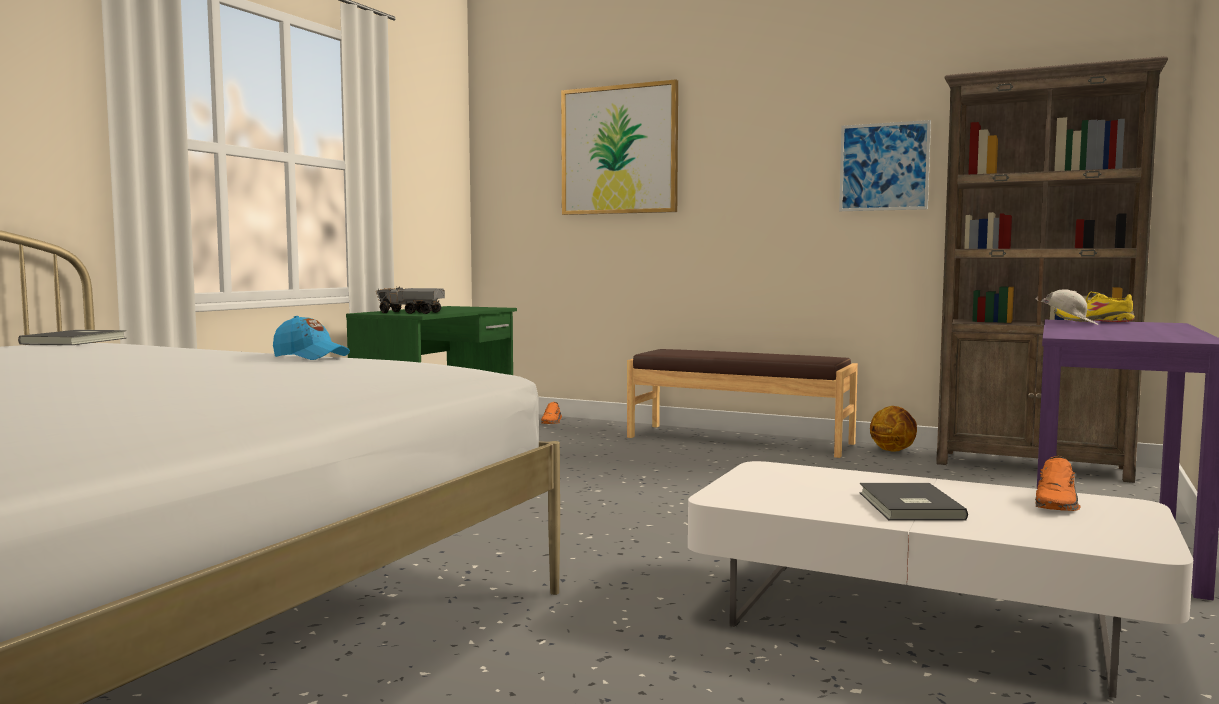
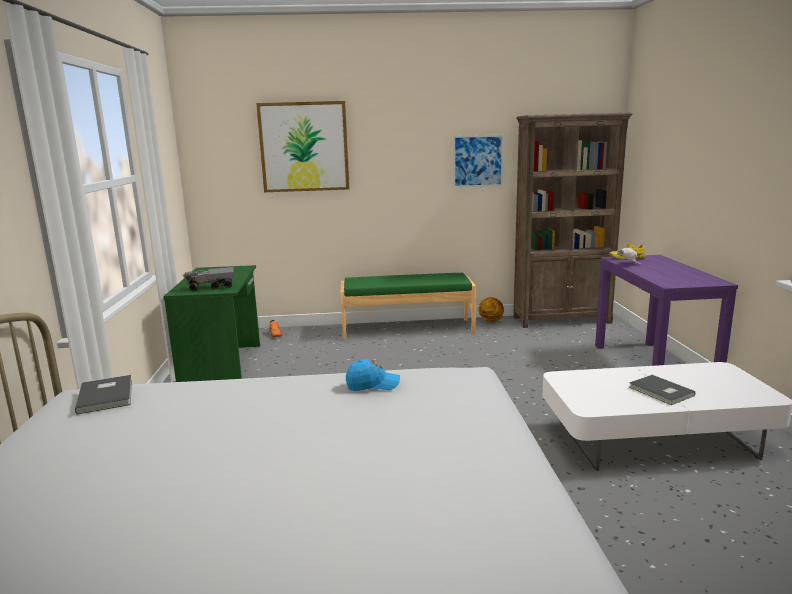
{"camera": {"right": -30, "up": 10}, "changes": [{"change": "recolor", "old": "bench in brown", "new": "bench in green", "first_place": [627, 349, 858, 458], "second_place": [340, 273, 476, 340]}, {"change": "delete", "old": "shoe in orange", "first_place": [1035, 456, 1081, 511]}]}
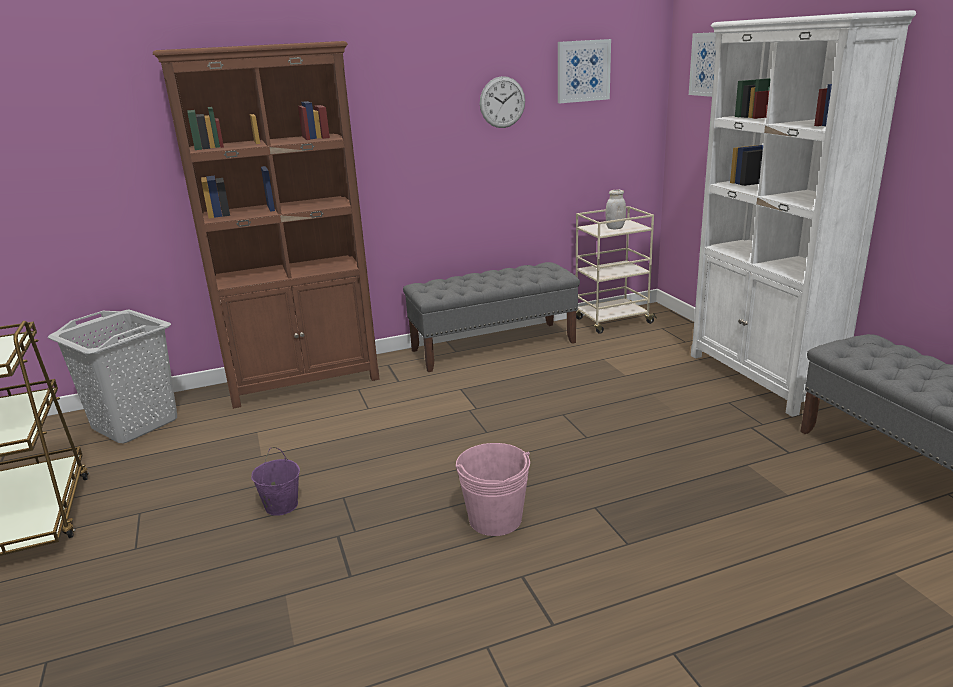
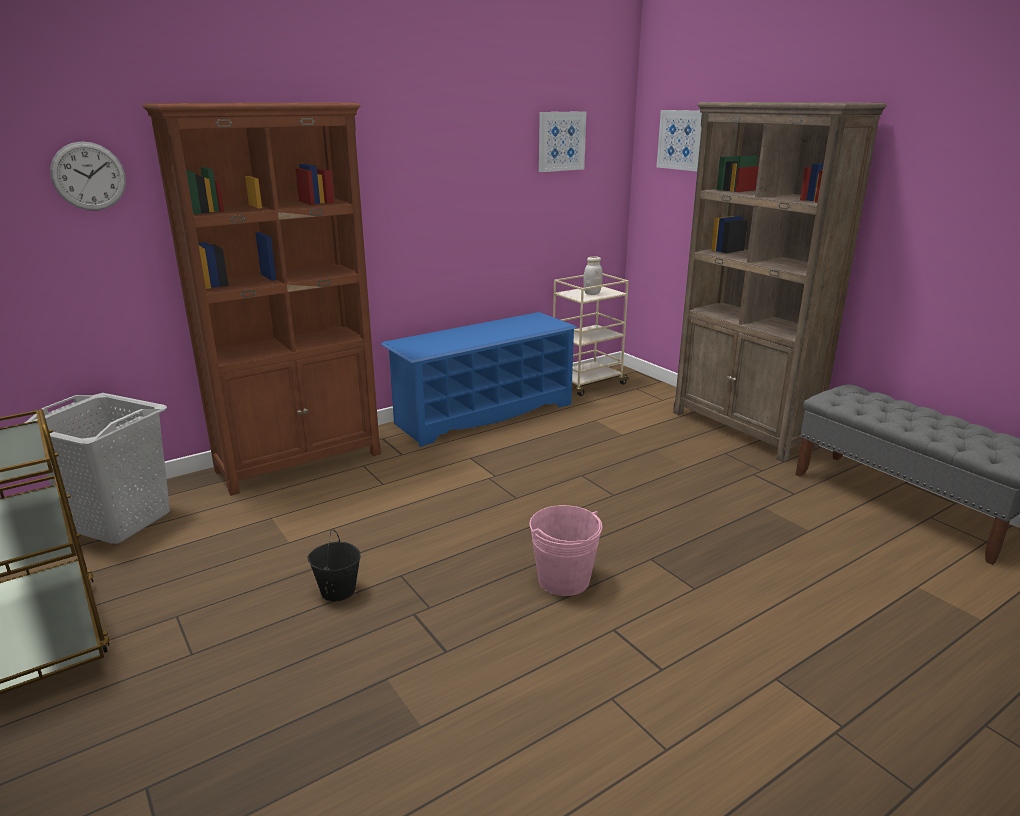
{"camera": {"right": -15, "up": 0}, "changes": [{"change": "move", "old": "wall clock", "first_place": [480, 76, 525, 128], "second_place": [50, 141, 126, 211]}, {"change": "recolor", "old": "bucket in purple", "new": "bucket in black", "first_place": [251, 447, 300, 516], "second_place": [307, 529, 361, 601]}, {"change": "replace", "old": "bench in grey", "new": "shoe rack in blue", "first_place": [403, 262, 580, 372], "second_place": [381, 312, 577, 447]}, {"change": "recolor", "old": "bookcase in white", "new": "bookcase in brown", "first_place": [691, 10, 916, 417], "second_place": [673, 102, 887, 462]}]}
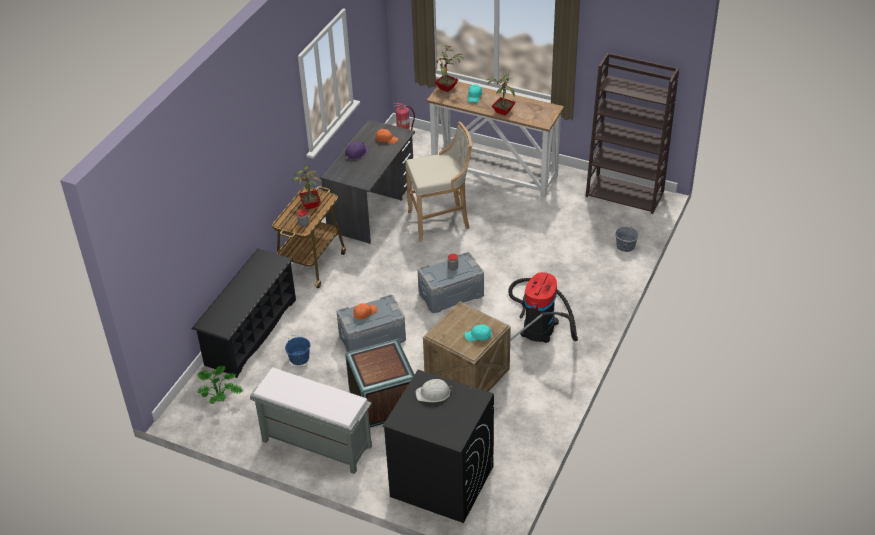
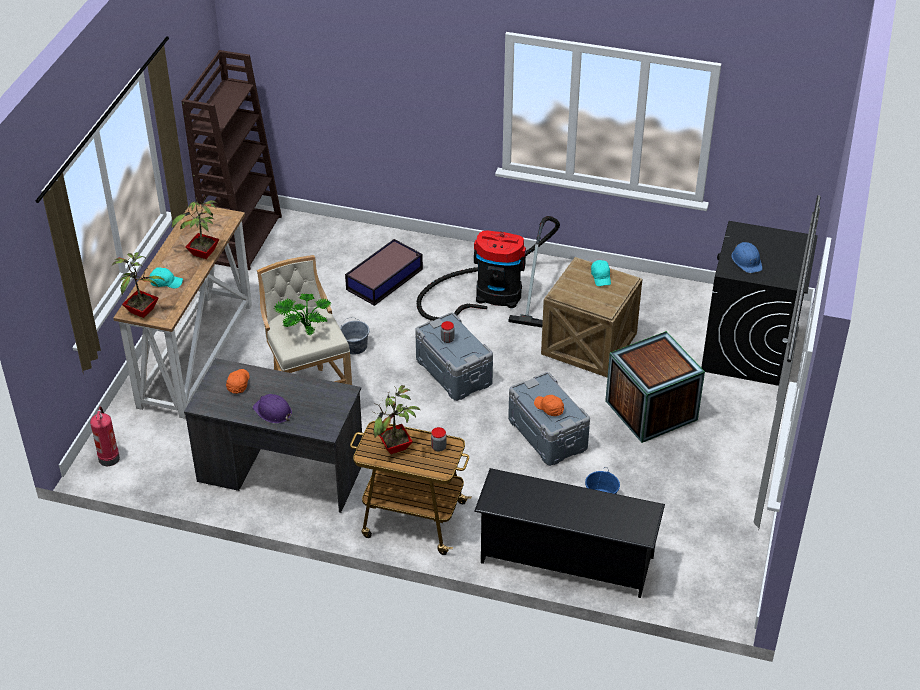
{"camera": {"right": -100, "up": 0}, "changes": [{"change": "move", "old": "potted plant", "first_place": [197, 365, 243, 404], "second_place": [275, 294, 331, 335]}, {"change": "move", "old": "bucket in grey", "first_place": [615, 223, 639, 252], "second_place": [340, 317, 370, 355]}, {"change": "insert", "new": "storage box", "second_place": [345, 239, 423, 306]}, {"change": "recolor", "old": "hard hat in white", "new": "hard hat in blue", "first_place": [416, 379, 452, 402], "second_place": [731, 242, 762, 273]}, {"change": "delete", "old": "bench in grey", "first_place": [250, 367, 372, 474]}]}
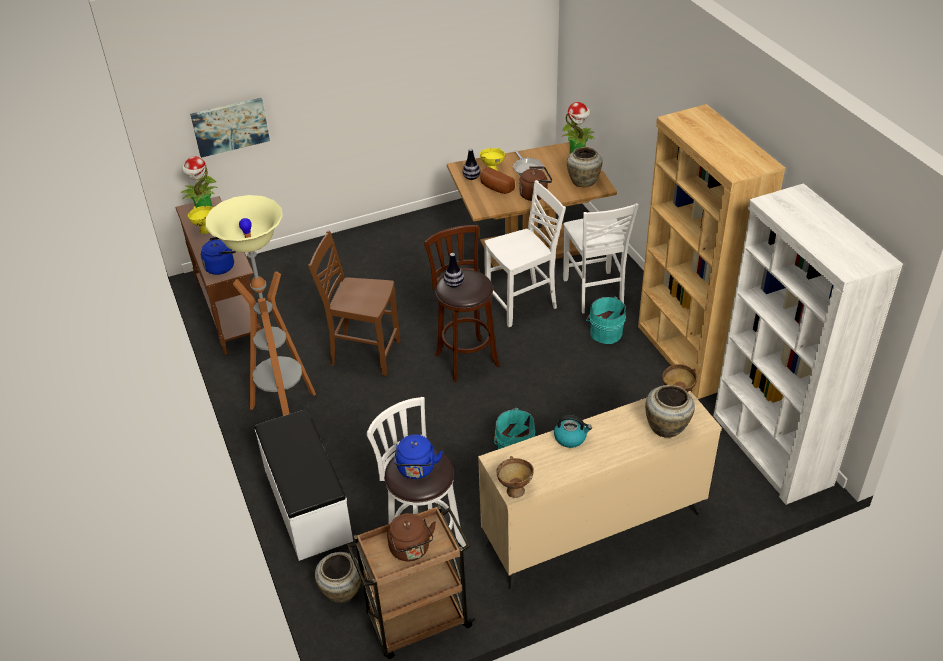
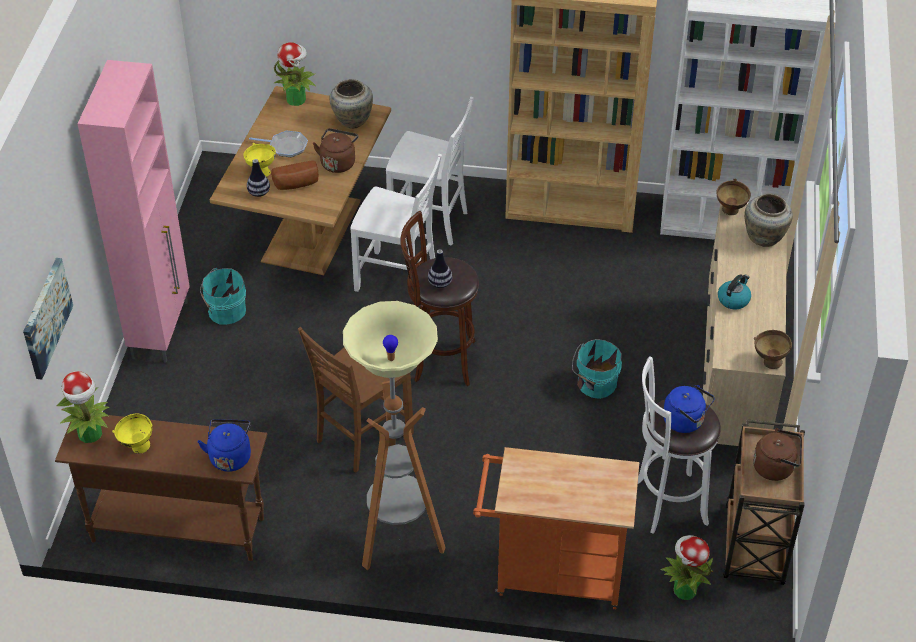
{"camera": {"right": -60, "up": 5}, "changes": [{"change": "insert", "new": "cabinet in pink", "second_place": [77, 60, 190, 363]}, {"change": "move", "old": "bucket in turquoise", "first_place": [586, 297, 626, 344], "second_place": [200, 268, 246, 325]}, {"change": "rotate", "old": "chair in white", "first_place": [484, 180, 566, 327], "second_place": [350, 154, 442, 292], "degrees": 105}, {"change": "replace", "old": "bench in white", "new": "cart in orange", "first_place": [255, 409, 353, 561], "second_place": [473, 447, 639, 609]}, {"change": "replace", "old": "vase in beige", "new": "potted plant", "first_place": [315, 552, 361, 603], "second_place": [660, 535, 713, 600]}]}
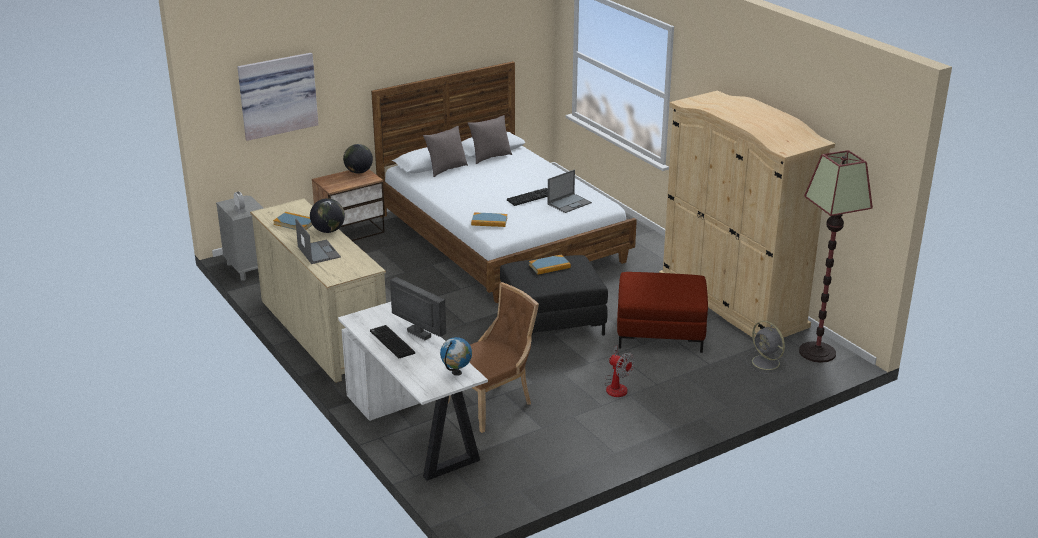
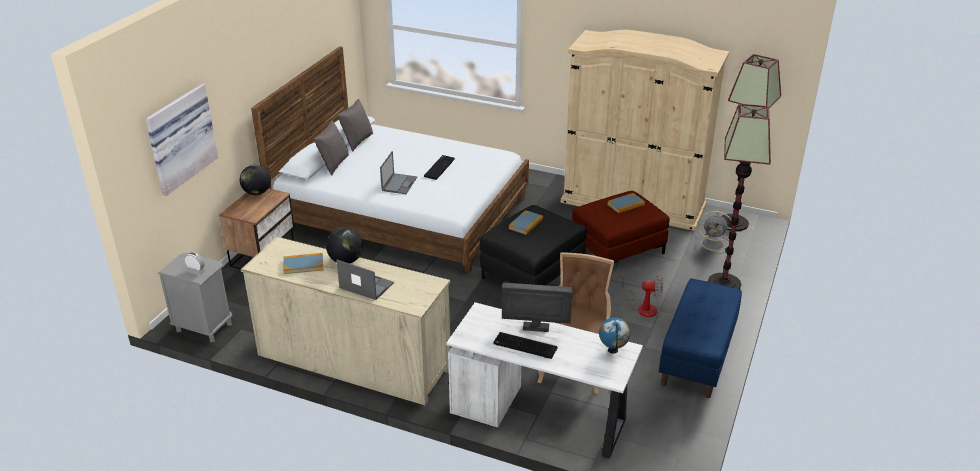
{"camera": {"right": -35, "up": 5}, "changes": [{"change": "move", "old": "laptop", "first_place": [547, 170, 592, 213], "second_place": [380, 151, 417, 194]}, {"change": "move", "old": "book", "first_place": [471, 213, 508, 227], "second_place": [607, 193, 645, 213]}, {"change": "insert", "new": "bench in blue", "second_place": [659, 278, 742, 398]}, {"change": "insert", "new": "floor lamp", "second_place": [708, 104, 771, 289]}]}
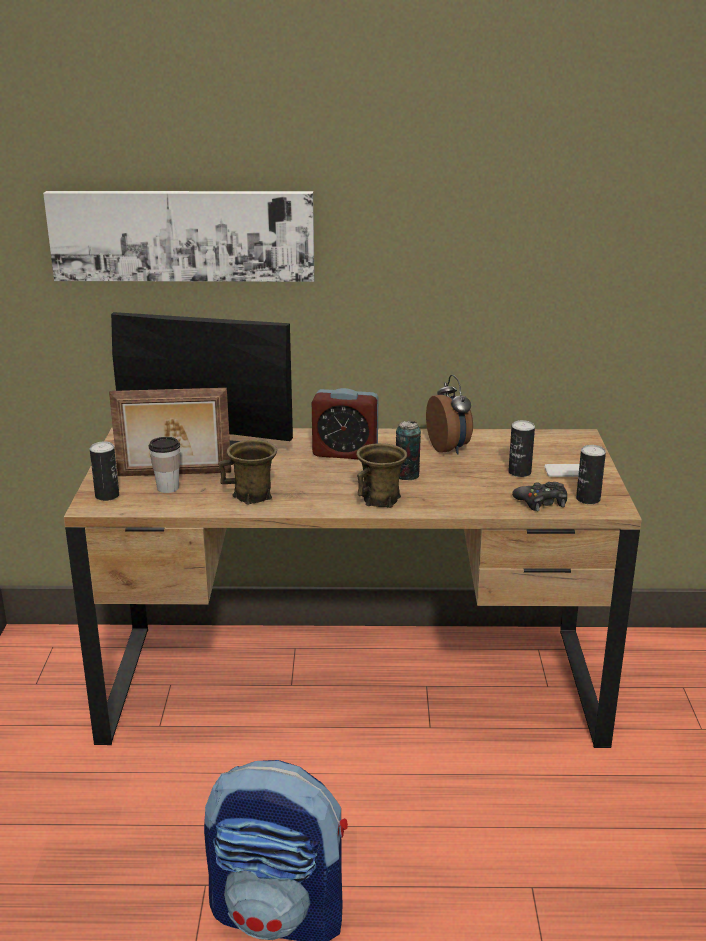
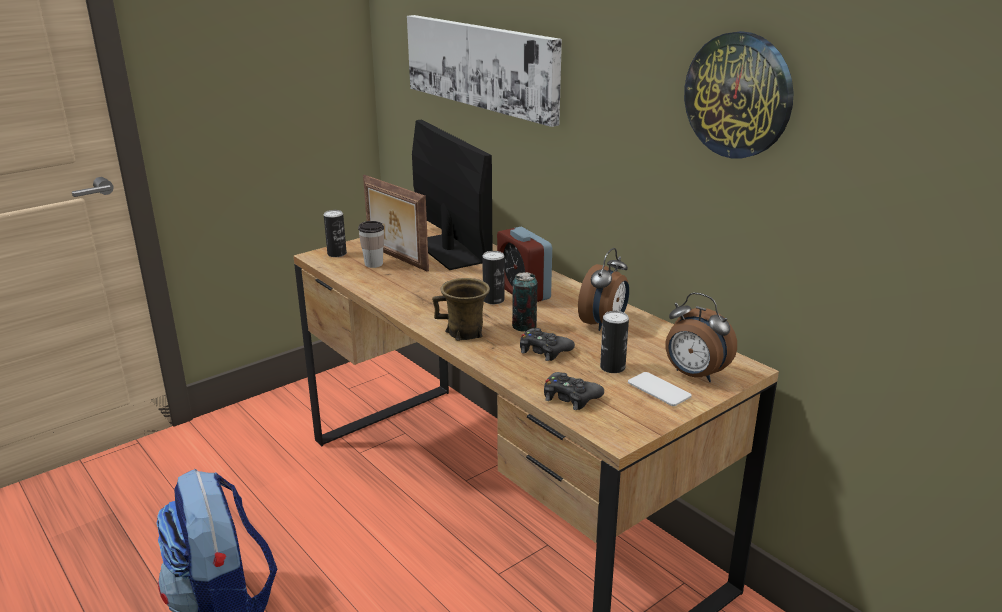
{"camera": {"right": 50, "up": 0}, "changes": [{"change": "move", "old": "can", "first_place": [576, 445, 606, 504], "second_place": [482, 251, 504, 304]}, {"change": "insert", "new": "game controller in black", "second_place": [520, 328, 575, 361]}, {"change": "insert", "new": "alarm clock", "second_place": [665, 292, 737, 382]}, {"change": "insert", "new": "wall clock", "second_place": [684, 31, 794, 158]}, {"change": "delete", "old": "mug in brown", "first_place": [218, 440, 277, 504]}]}
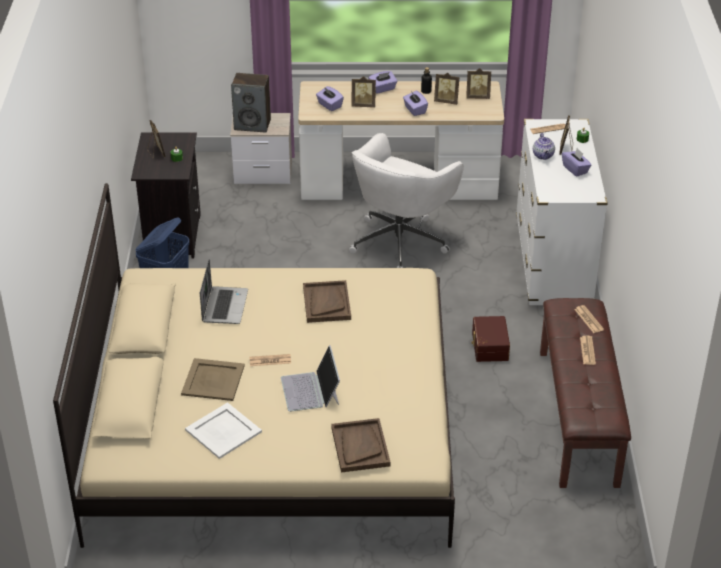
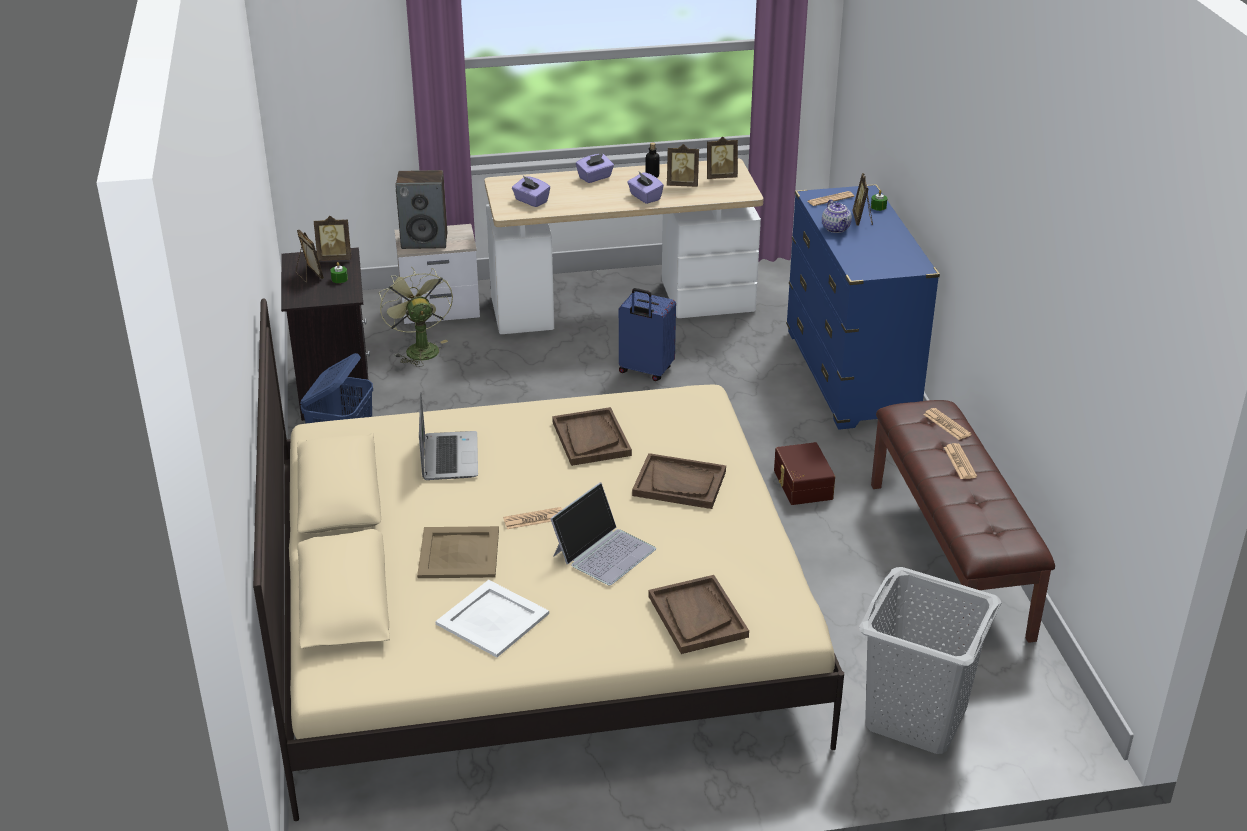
{"camera": {"right": -10, "up": -5}, "changes": [{"change": "move", "old": "picture frame", "first_place": [351, 76, 376, 108], "second_place": [314, 216, 351, 261]}, {"change": "insert", "new": "fan in green", "second_place": [379, 267, 453, 367]}, {"change": "rotate", "old": "laptop", "first_place": [281, 345, 340, 412], "second_place": [550, 482, 656, 585], "degrees": -120}, {"change": "replace", "old": "office chair in white", "new": "suitcase in blue", "first_place": [349, 133, 464, 268], "second_place": [619, 288, 676, 381]}, {"change": "insert", "new": "tray in brown", "second_place": [632, 453, 726, 509]}, {"change": "recolor", "old": "dresser in white", "new": "dresser in blue", "first_place": [516, 119, 608, 305], "second_place": [786, 184, 940, 430]}, {"change": "insert", "new": "laundry basket in grey", "second_place": [859, 567, 1001, 754]}, {"change": "delete", "old": "tissue box in purple", "first_place": [562, 148, 591, 177]}]}
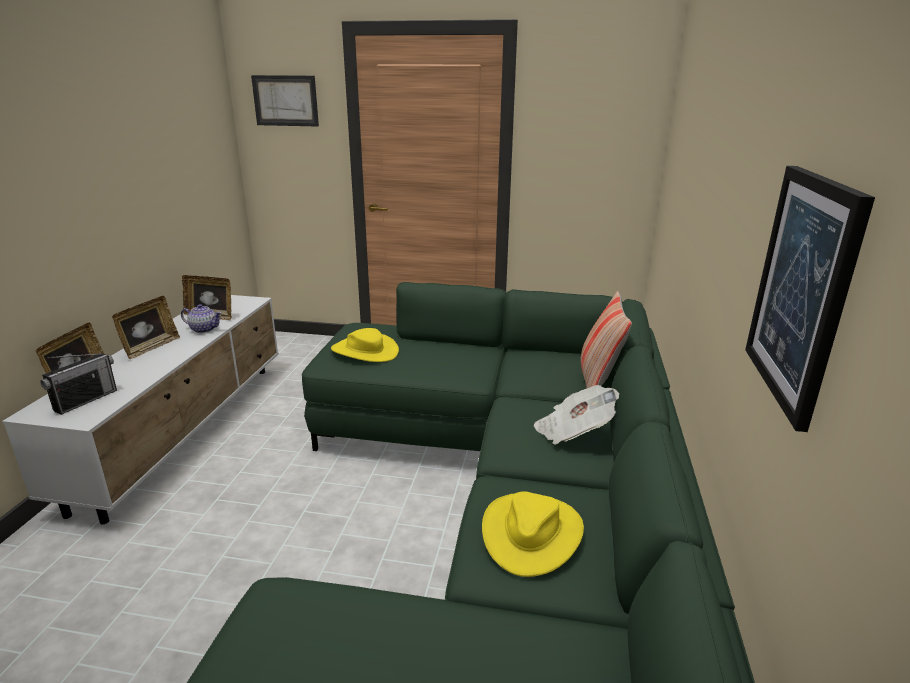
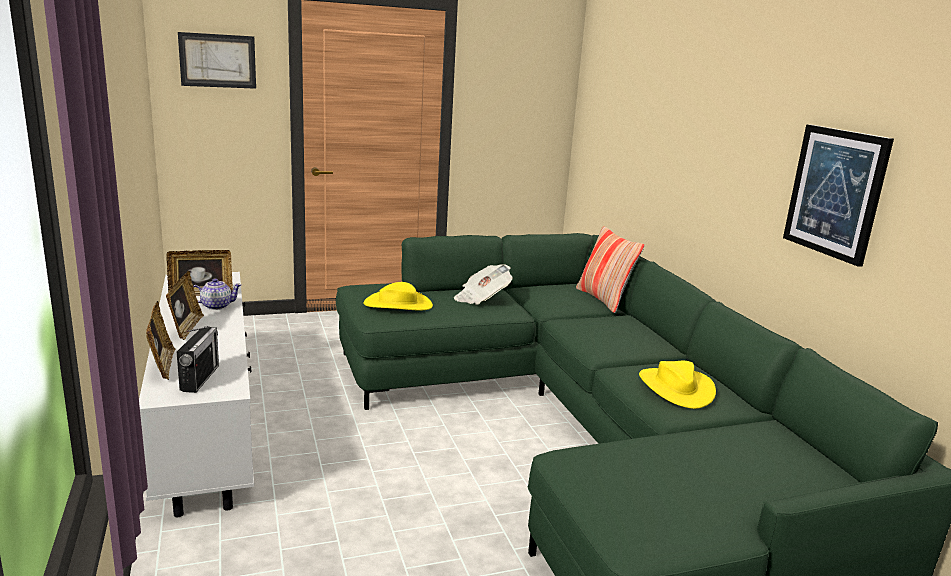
{"camera": {"right": -30, "up": -5}, "changes": [{"change": "move", "old": "newspaper", "first_place": [534, 385, 619, 445], "second_place": [454, 264, 512, 305]}]}
